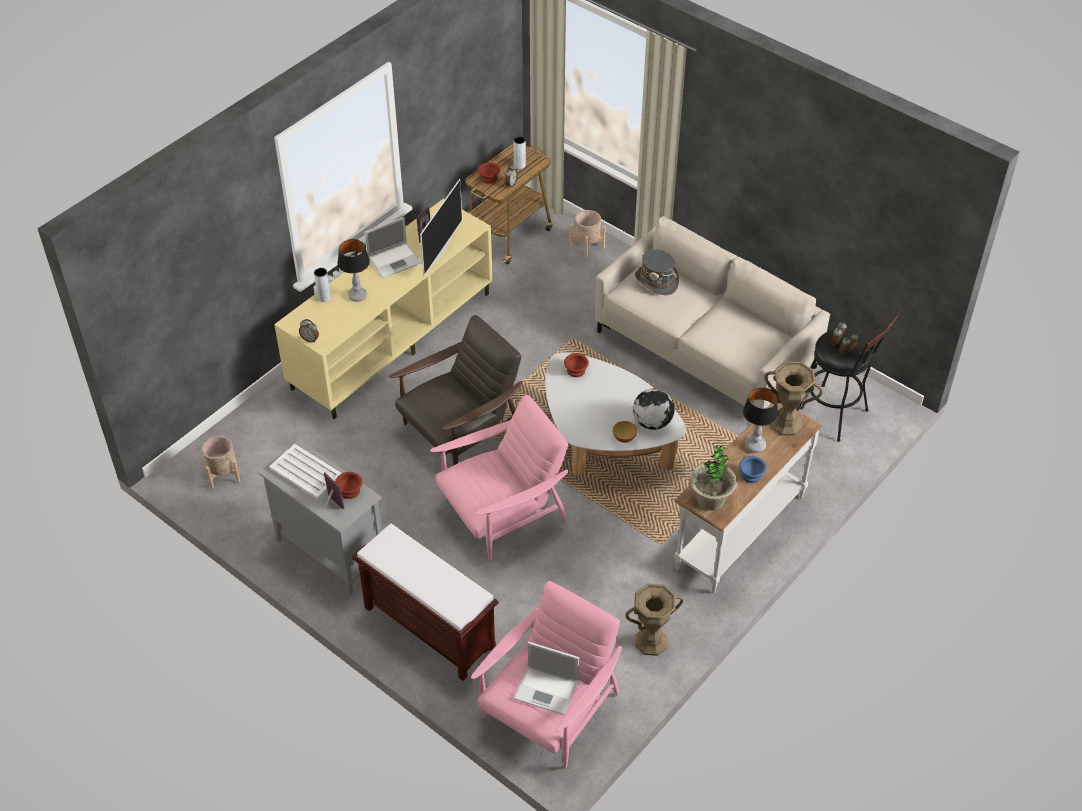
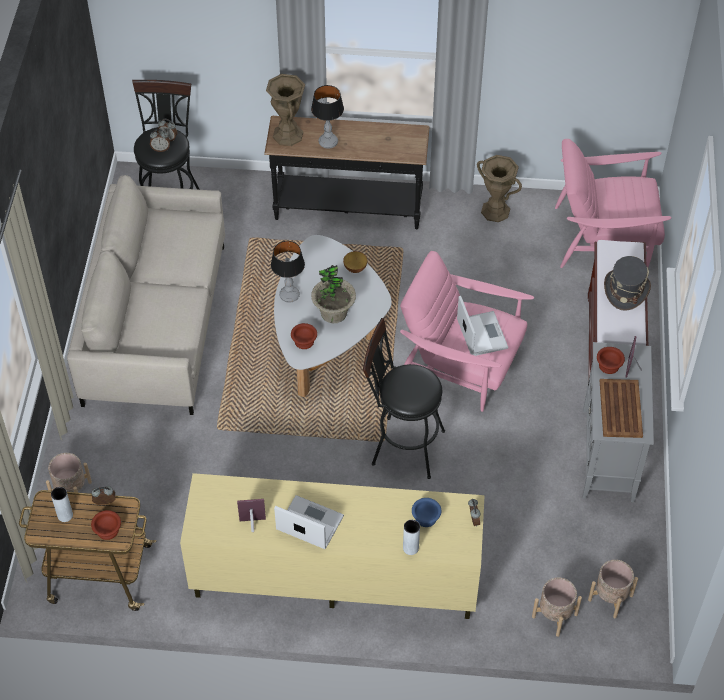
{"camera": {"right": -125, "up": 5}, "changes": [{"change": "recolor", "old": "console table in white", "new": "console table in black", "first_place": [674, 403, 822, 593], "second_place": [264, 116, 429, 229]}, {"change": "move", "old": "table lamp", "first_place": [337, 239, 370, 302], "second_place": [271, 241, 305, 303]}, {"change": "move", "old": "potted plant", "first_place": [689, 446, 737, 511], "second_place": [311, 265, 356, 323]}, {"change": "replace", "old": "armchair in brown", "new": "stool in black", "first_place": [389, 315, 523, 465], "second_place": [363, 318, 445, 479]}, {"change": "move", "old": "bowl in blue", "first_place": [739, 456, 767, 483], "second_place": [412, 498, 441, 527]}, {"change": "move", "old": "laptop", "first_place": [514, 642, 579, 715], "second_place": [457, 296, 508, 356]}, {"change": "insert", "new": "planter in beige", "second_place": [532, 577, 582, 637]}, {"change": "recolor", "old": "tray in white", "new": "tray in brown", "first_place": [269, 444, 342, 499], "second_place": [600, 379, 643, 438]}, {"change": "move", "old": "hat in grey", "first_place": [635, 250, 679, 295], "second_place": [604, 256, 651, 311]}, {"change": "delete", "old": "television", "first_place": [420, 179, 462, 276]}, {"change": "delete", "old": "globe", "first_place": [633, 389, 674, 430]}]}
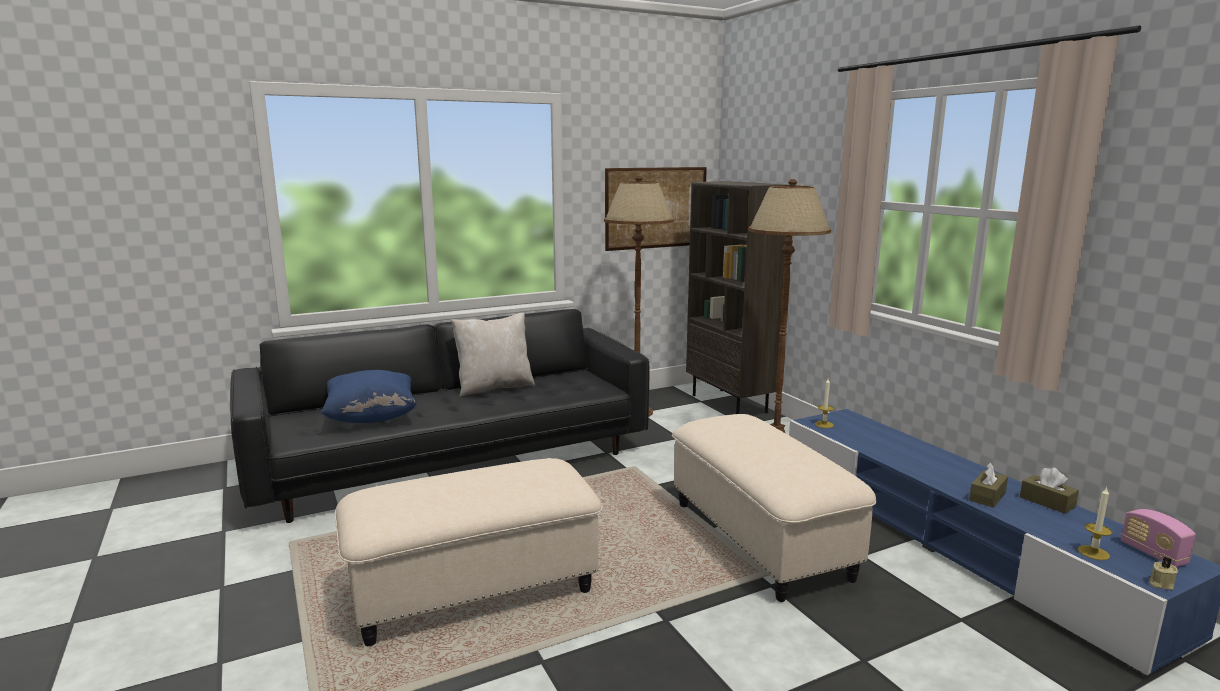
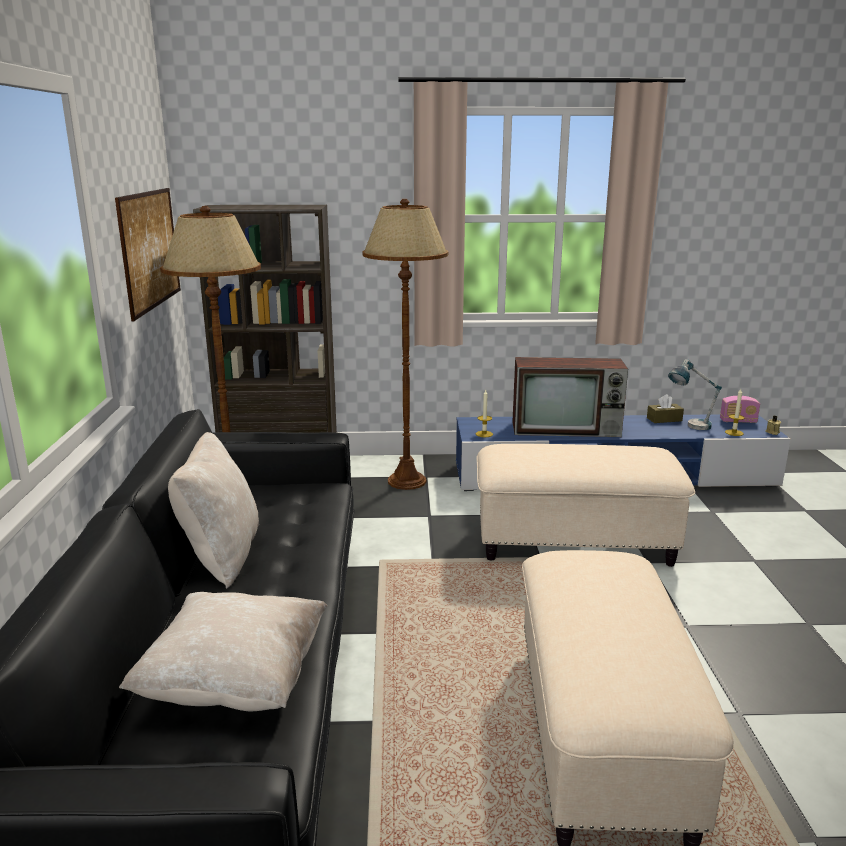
{"camera": {"right": -65, "up": 5}, "changes": [{"change": "recolor", "old": "pillow in blue", "new": "pillow in beige", "first_place": [320, 370, 417, 423], "second_place": [119, 592, 328, 711]}, {"change": "insert", "new": "television", "second_place": [512, 357, 628, 437]}, {"change": "insert", "new": "table lamp", "second_place": [668, 359, 722, 430]}, {"change": "delete", "old": "tissue box in brown", "first_place": [969, 462, 1008, 508]}]}
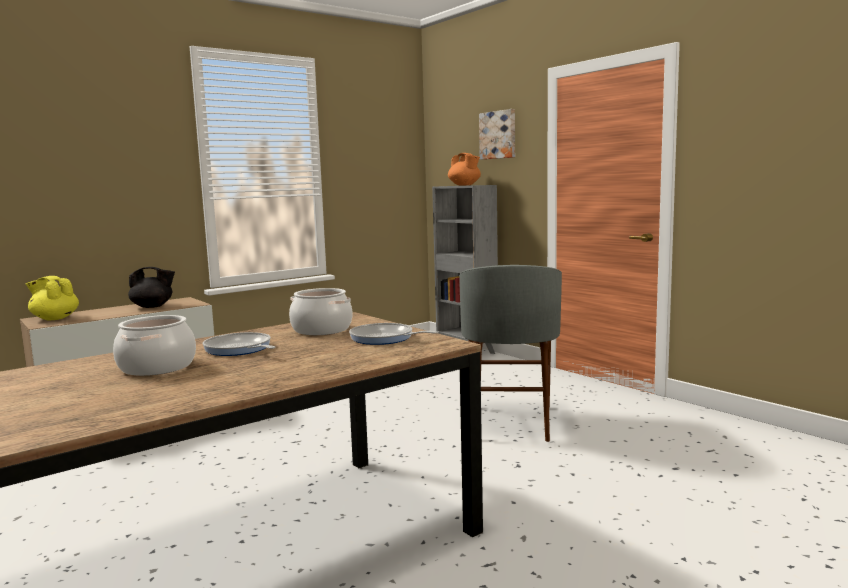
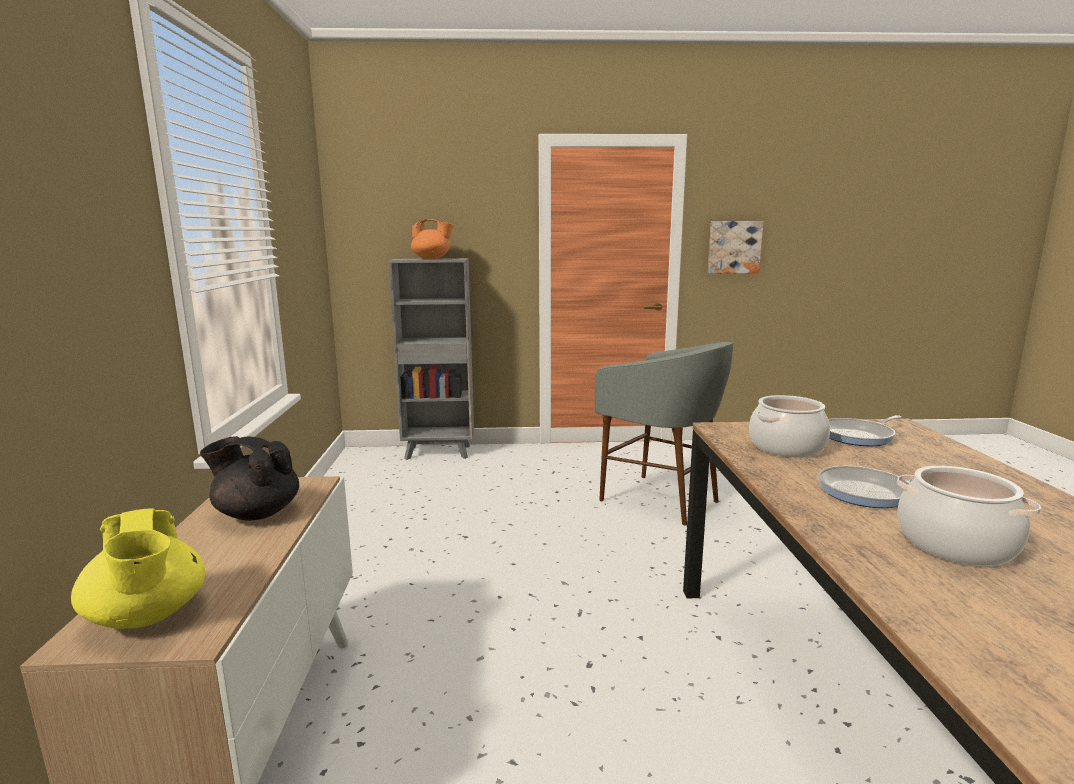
{"camera": {"right": -55, "up": 5}, "changes": [{"change": "rotate", "old": "teapot in yellow", "first_place": [26, 276, 79, 321], "second_place": [71, 508, 205, 629], "degrees": -90}, {"change": "rotate", "old": "teapot in black", "first_place": [128, 267, 175, 308], "second_place": [200, 436, 299, 521], "degrees": -105}, {"change": "move", "old": "picture", "first_place": [479, 109, 515, 160], "second_place": [708, 221, 763, 274]}]}
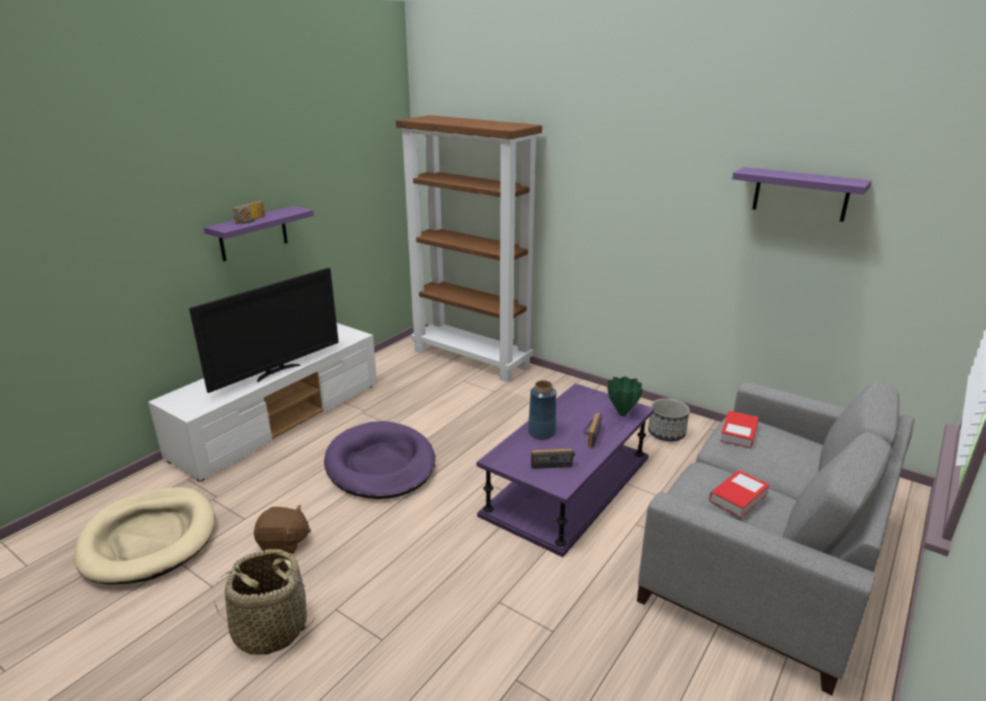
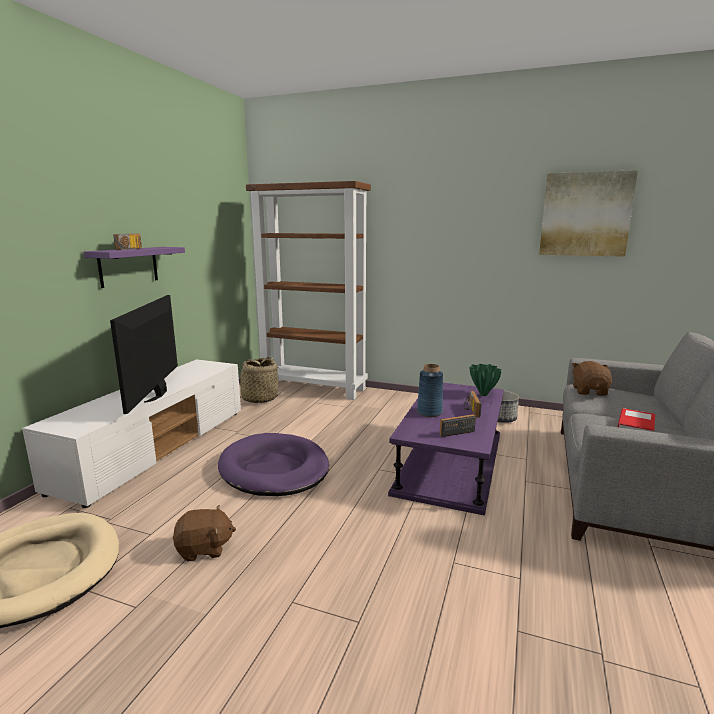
{"camera": {"right": -15, "up": -10}, "changes": [{"change": "rotate", "old": "television", "first_place": [189, 268, 339, 393], "second_place": [110, 295, 178, 414], "degrees": 150}, {"change": "move", "old": "basket", "first_place": [213, 549, 314, 655], "second_place": [240, 357, 283, 403]}, {"change": "replace", "old": "shelf in purple", "new": "picture", "first_place": [732, 167, 872, 222], "second_place": [539, 170, 638, 257]}, {"change": "replace", "old": "book", "new": "plush toy in brown", "first_place": [720, 411, 759, 449], "second_place": [572, 361, 612, 396]}]}
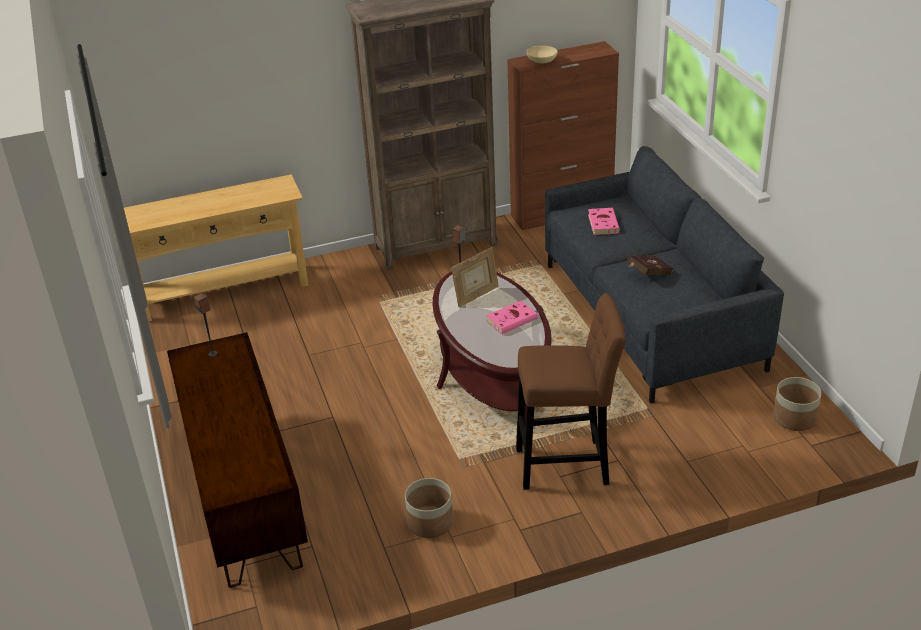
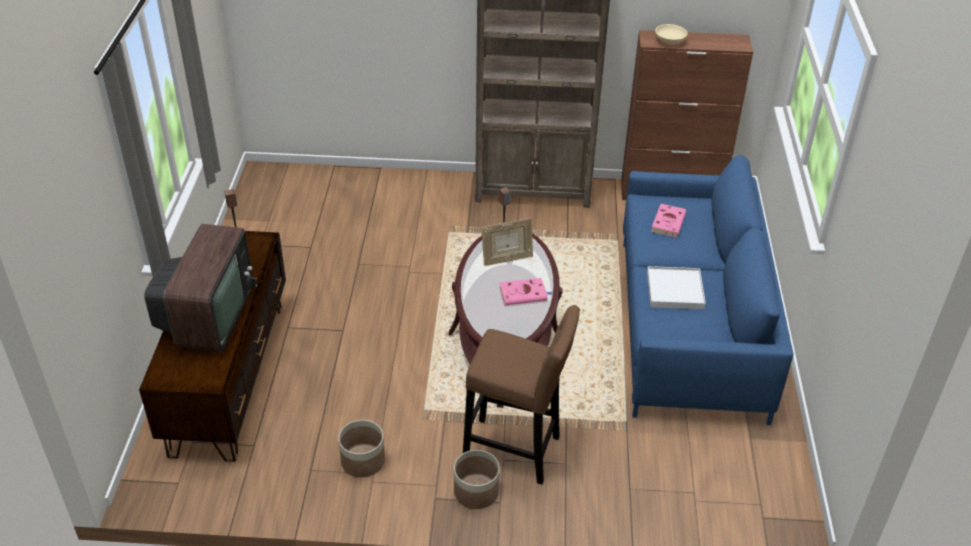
{"camera": {"right": 20, "up": 5}, "changes": [{"change": "insert", "new": "television", "second_place": [144, 224, 258, 352]}, {"change": "move", "old": "planter", "first_place": [773, 377, 822, 431], "second_place": [454, 450, 500, 509]}, {"change": "recolor", "old": "sofa in grey", "new": "sofa in blue", "first_place": [545, 146, 784, 404], "second_place": [623, 155, 793, 425]}, {"change": "replace", "old": "book in red", "new": "tray in white", "first_place": [627, 255, 674, 275], "second_place": [647, 266, 706, 310]}, {"change": "delete", "old": "console table in beige", "first_place": [124, 174, 308, 322]}]}
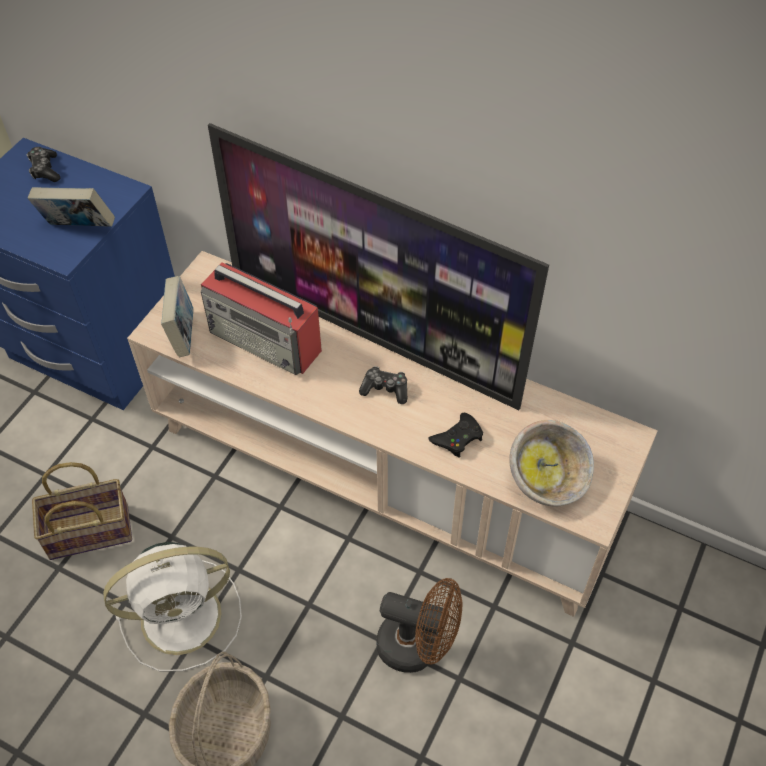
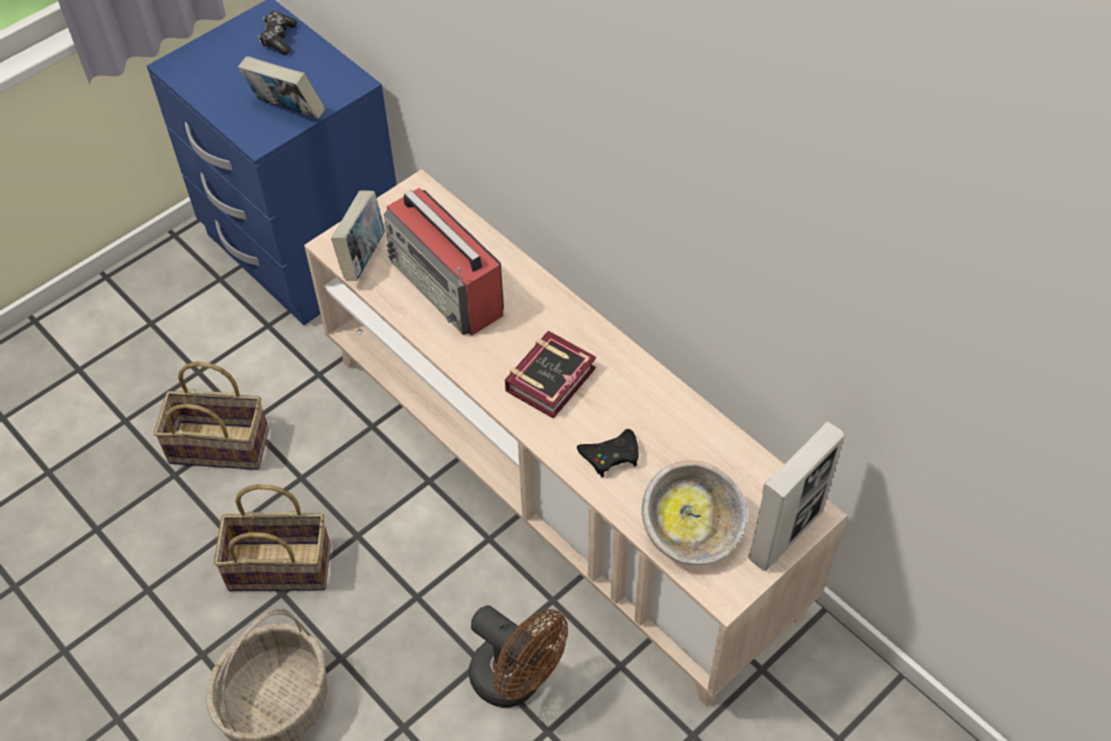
{"camera": {"right": 20, "up": 0}, "changes": [{"change": "replace", "old": "fan in white", "new": "basket", "first_place": [103, 542, 242, 672], "second_place": [214, 484, 331, 591]}, {"change": "replace", "old": "game controller", "new": "book", "first_place": [359, 366, 407, 404], "second_place": [505, 331, 596, 419]}, {"change": "insert", "new": "picture frame", "second_place": [748, 421, 845, 571]}, {"change": "delete", "old": "television", "first_place": [208, 123, 549, 410]}]}
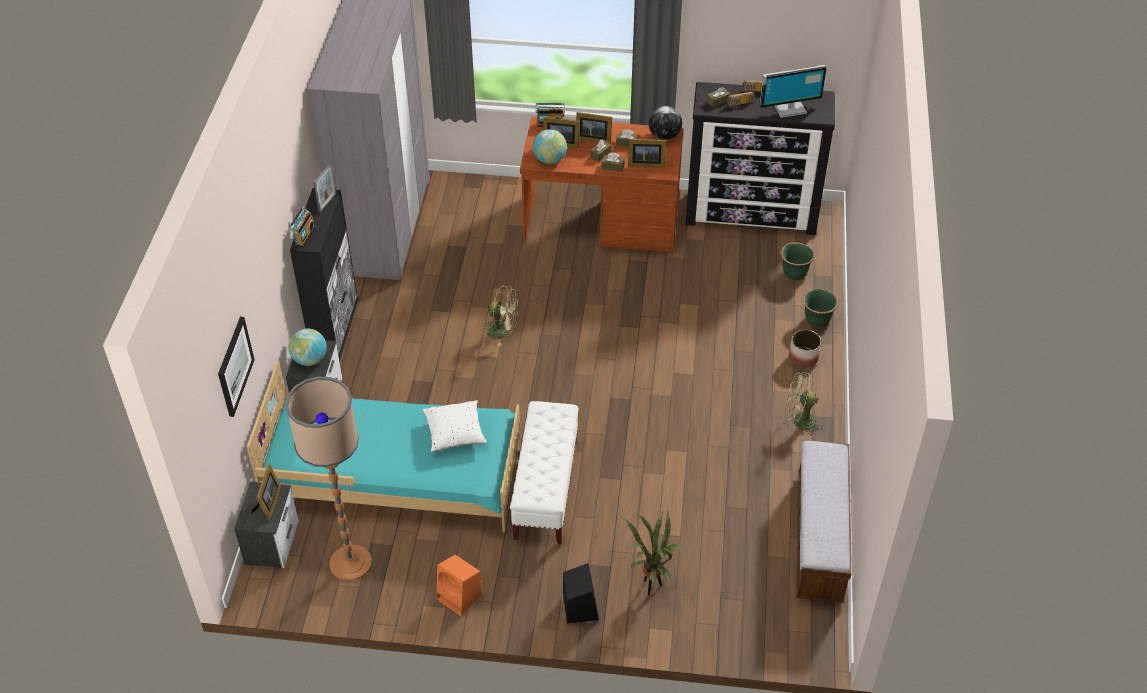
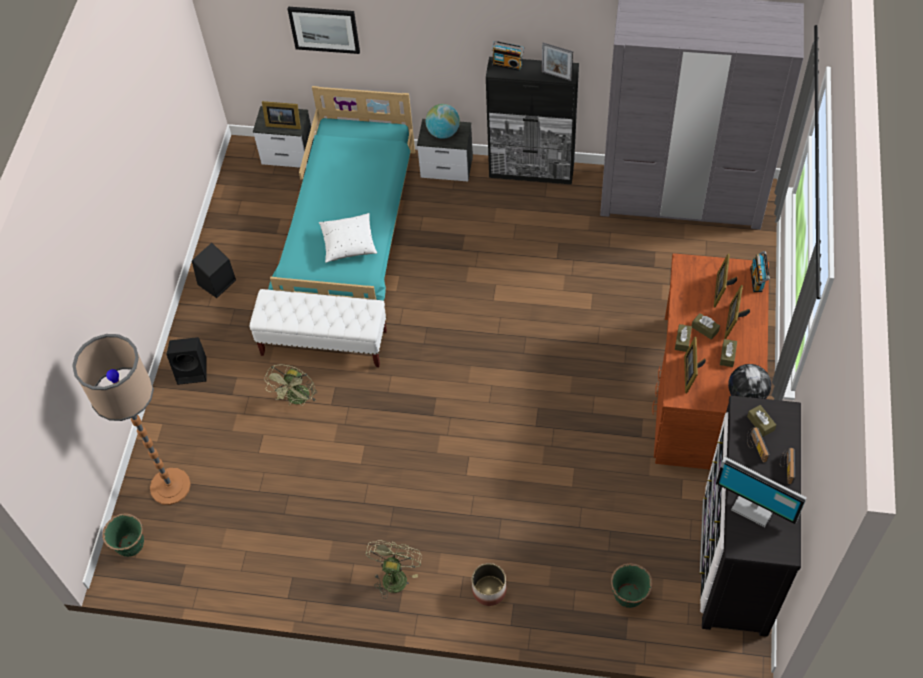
{"camera": {"right": 95, "up": 10}, "changes": [{"change": "move", "old": "floor lamp", "first_place": [285, 377, 372, 581], "second_place": [72, 334, 191, 505]}, {"change": "move", "old": "planter in green", "first_place": [803, 289, 838, 327], "second_place": [102, 513, 144, 557]}, {"change": "recolor", "old": "speaker in orange", "new": "speaker in black", "first_place": [437, 555, 482, 616], "second_place": [192, 243, 236, 298]}, {"change": "move", "old": "fan in green", "first_place": [483, 285, 519, 346], "second_place": [264, 364, 317, 406]}, {"change": "rotate", "old": "monitor", "first_place": [759, 65, 827, 118], "second_place": [716, 457, 807, 527], "degrees": -45}, {"change": "delete", "old": "globe", "first_place": [533, 129, 567, 164]}, {"change": "delete", "old": "potted plant", "first_place": [620, 510, 685, 595]}, {"change": "delete", "old": "bench", "first_place": [796, 440, 852, 603]}]}
